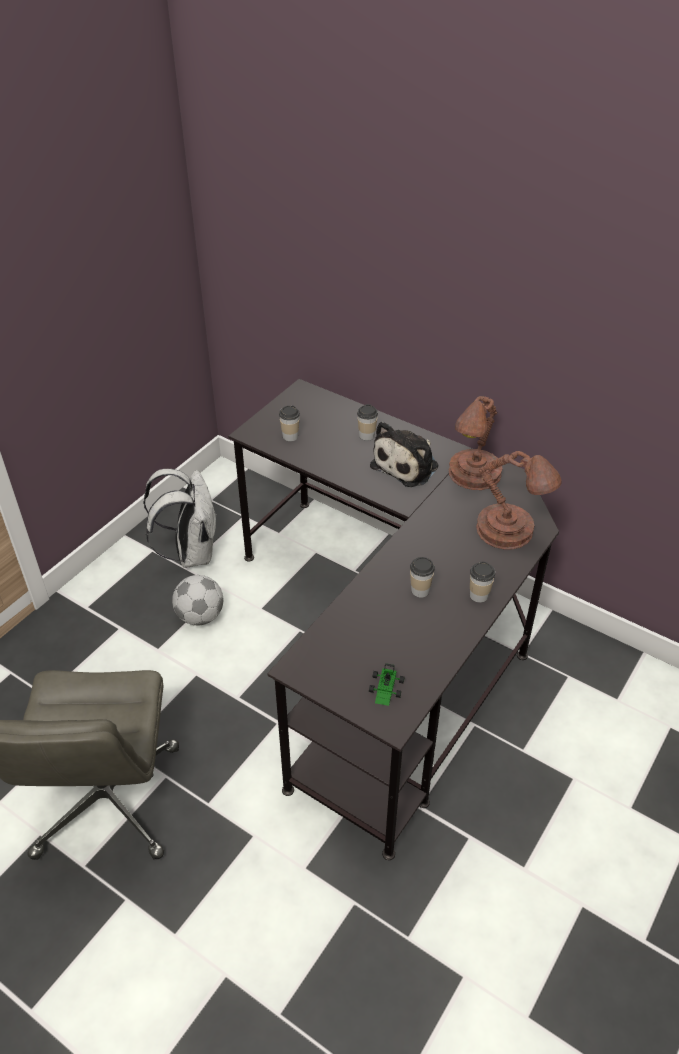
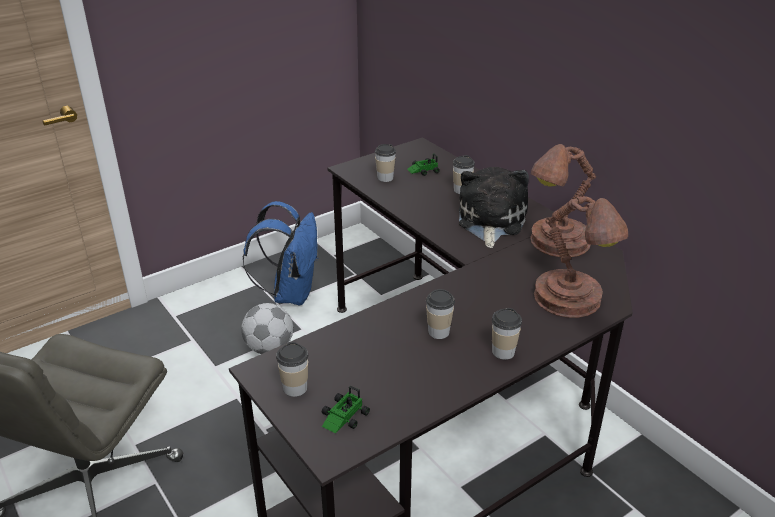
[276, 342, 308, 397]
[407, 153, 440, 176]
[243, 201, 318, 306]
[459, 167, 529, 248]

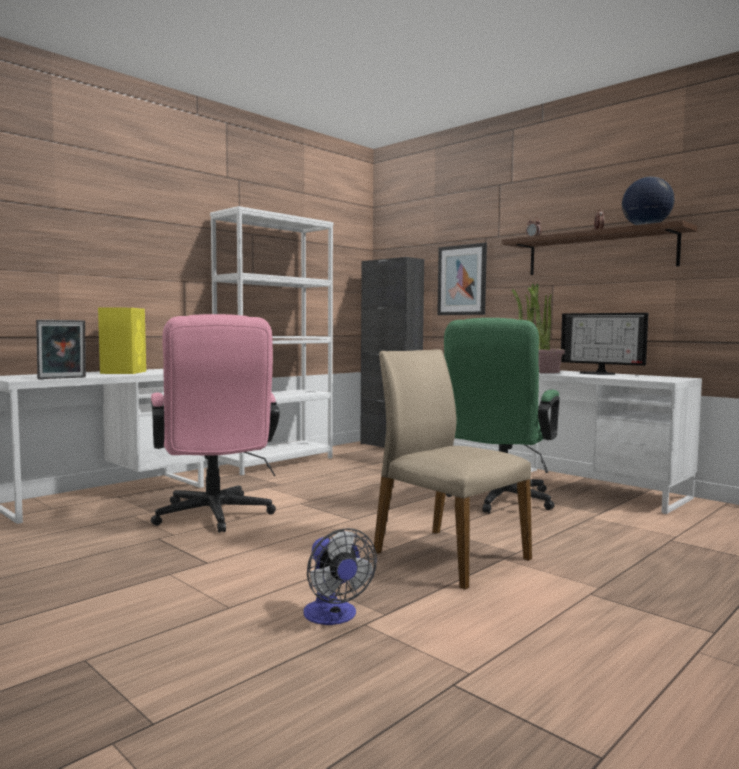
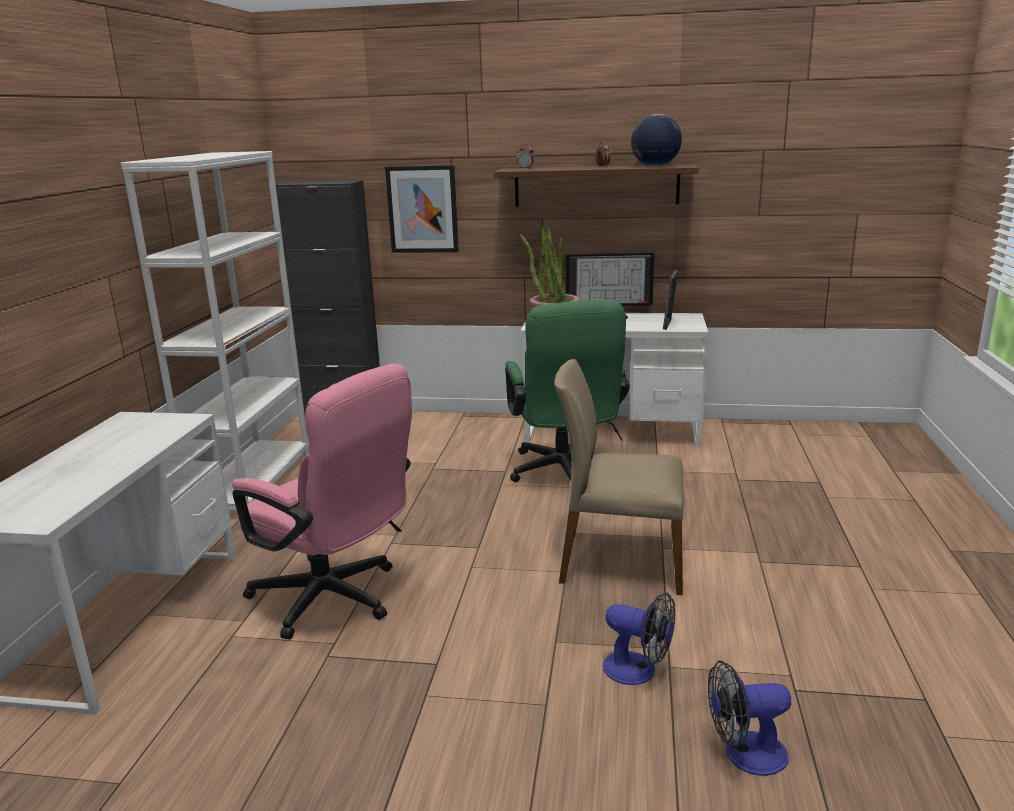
[98, 307, 146, 374] (first image)
[708, 660, 791, 776]
[663, 270, 678, 330]

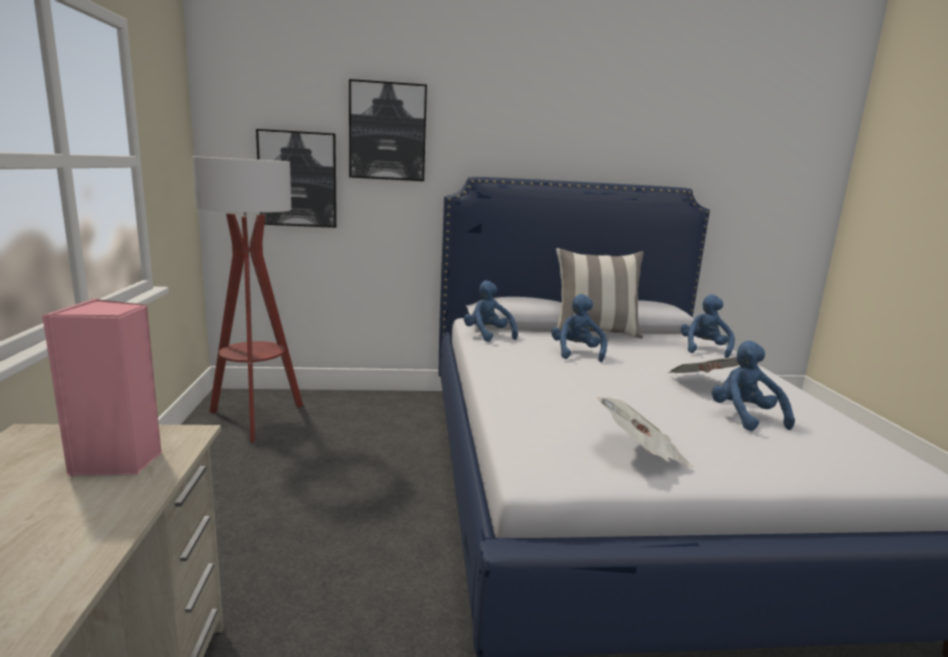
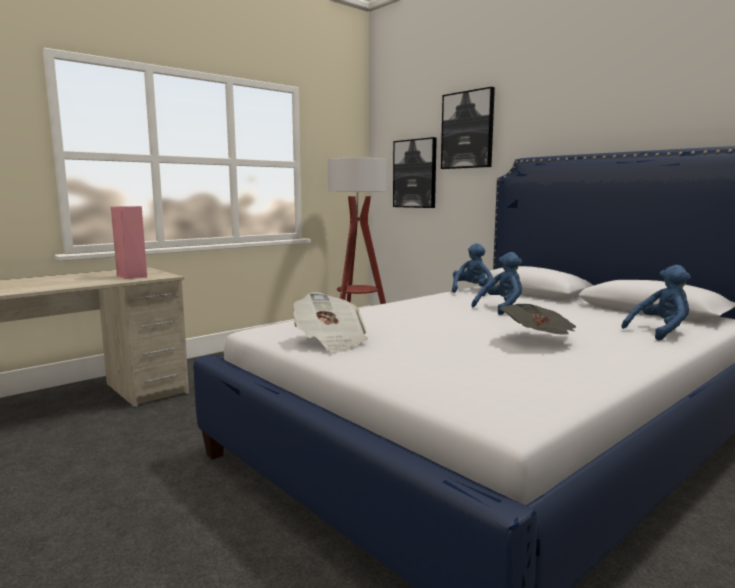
[556, 248, 644, 338] (first image)
[712, 341, 795, 431] (first image)

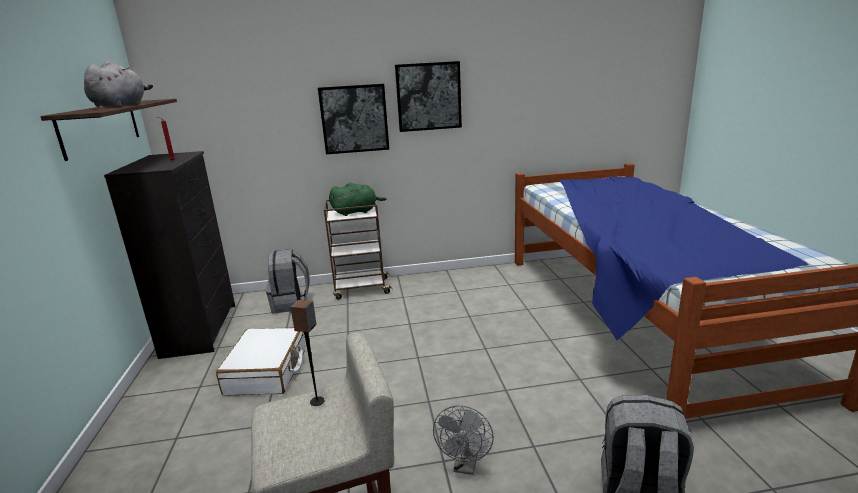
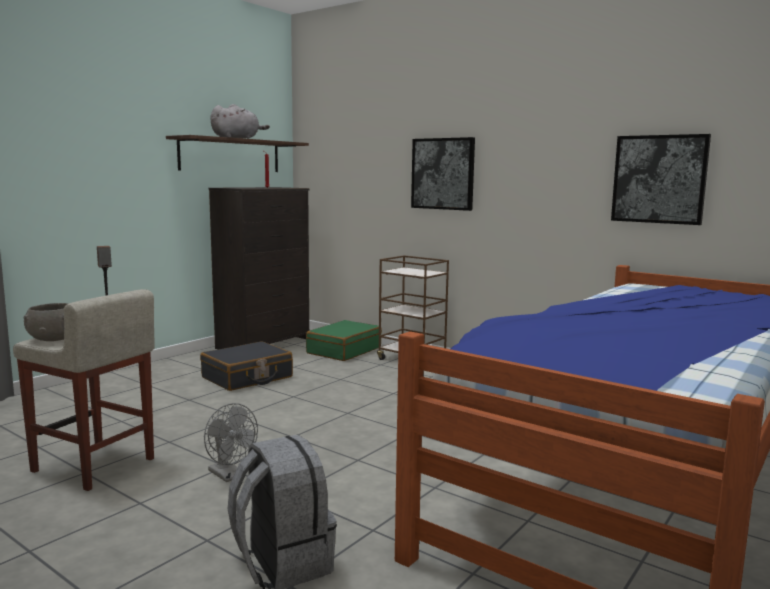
[329, 183, 387, 216] (first image)
[23, 303, 69, 341]
[611, 134, 711, 225]
[306, 320, 382, 361]
[200, 341, 293, 391]
[204, 403, 258, 482]

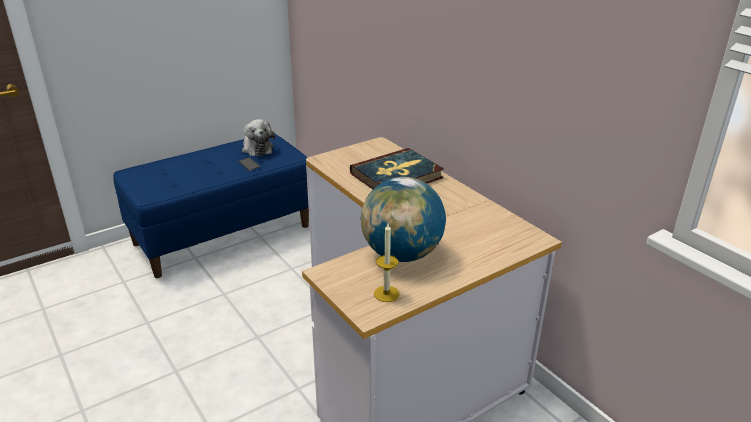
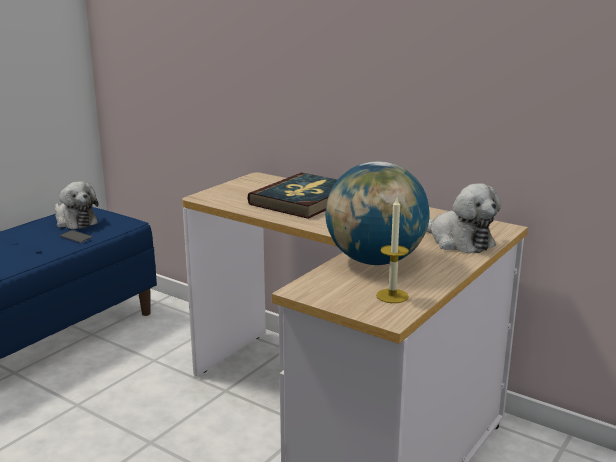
[426, 183, 501, 253]

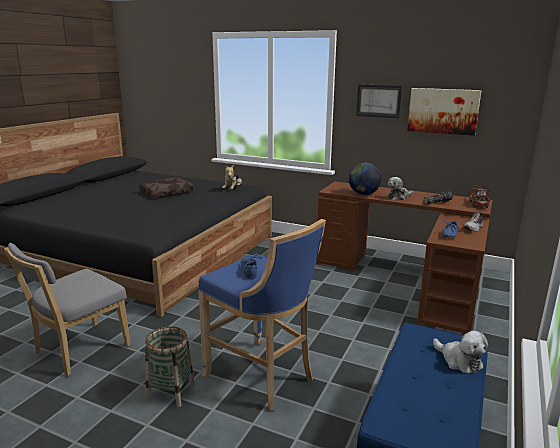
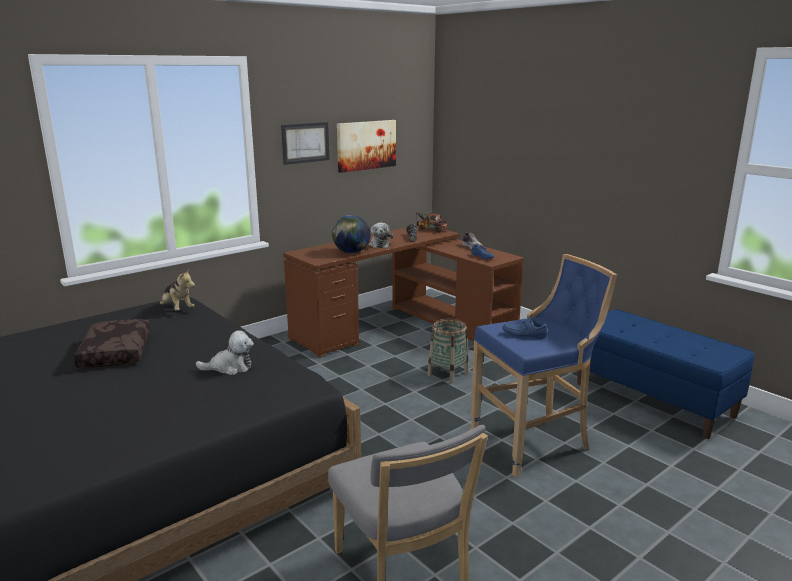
[428, 319, 469, 384]
[195, 330, 254, 375]

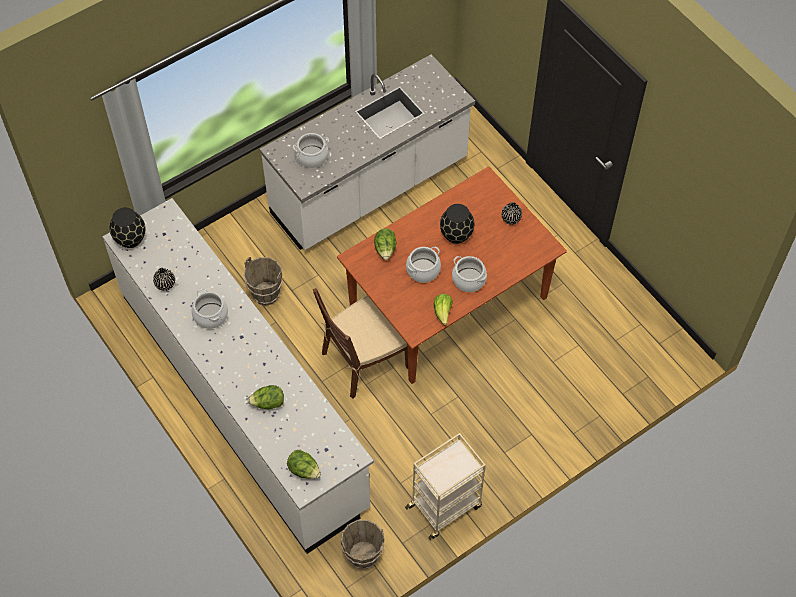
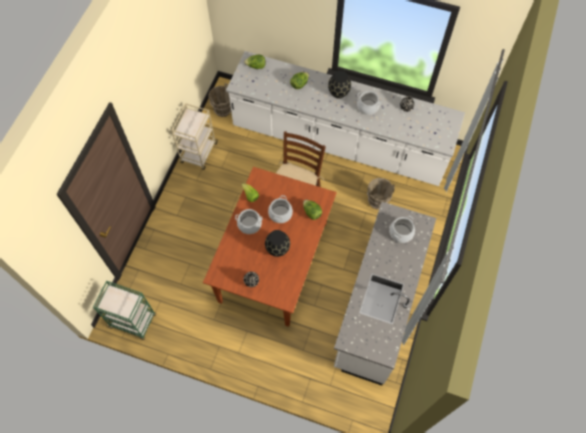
[93, 281, 156, 340]
[328, 71, 351, 99]

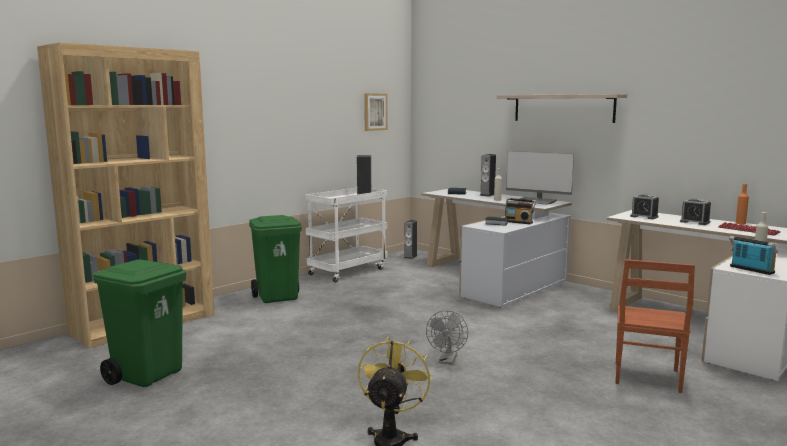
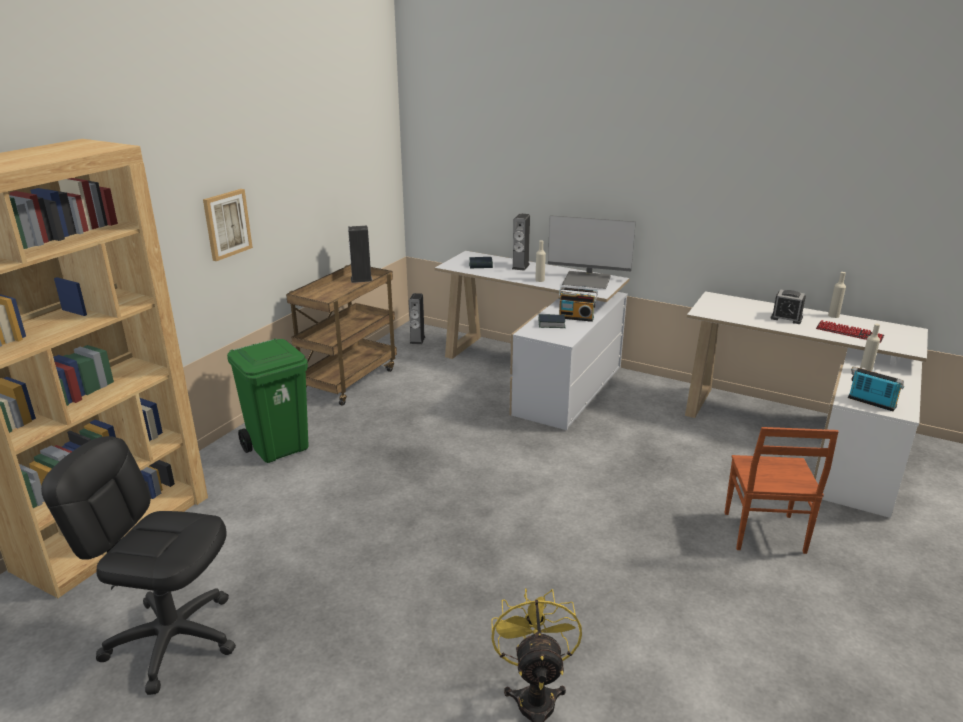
[426, 310, 468, 365] (first image)
[497, 94, 627, 123] (first image)
[630, 194, 659, 219] (first image)
[203, 189, 253, 261]
[41, 436, 236, 695]
[286, 264, 397, 406]
[828, 272, 846, 318]

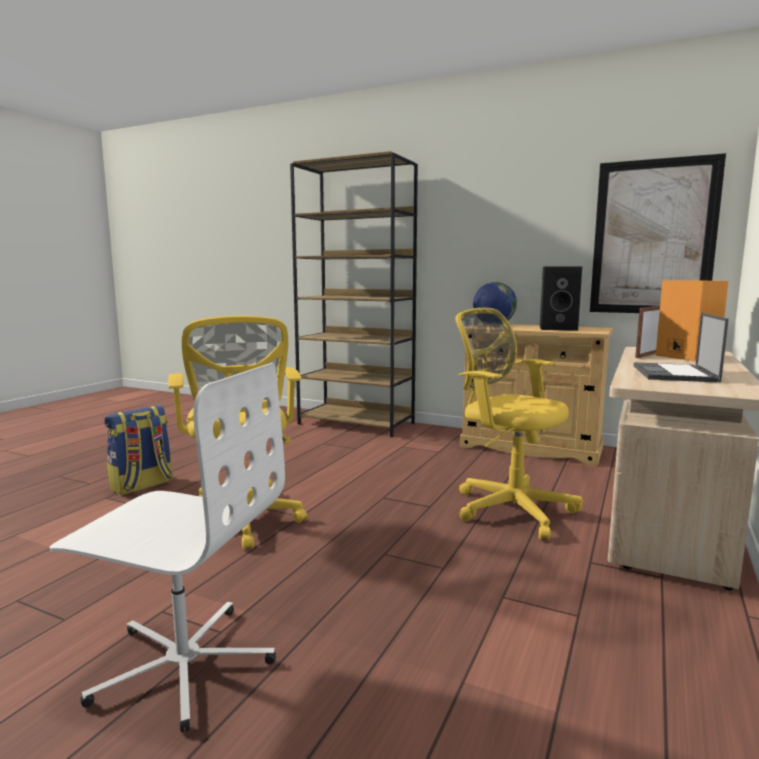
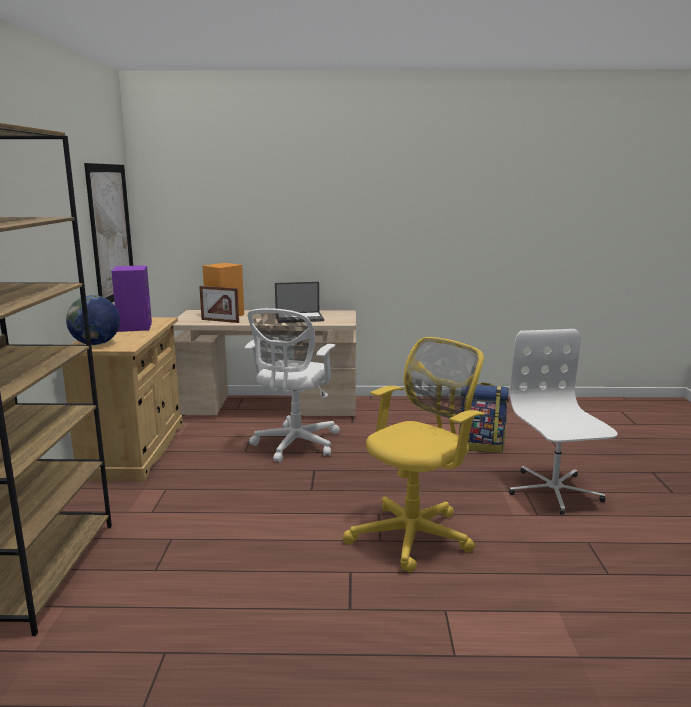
[459, 383, 509, 453]
[244, 308, 340, 463]
[111, 265, 152, 332]

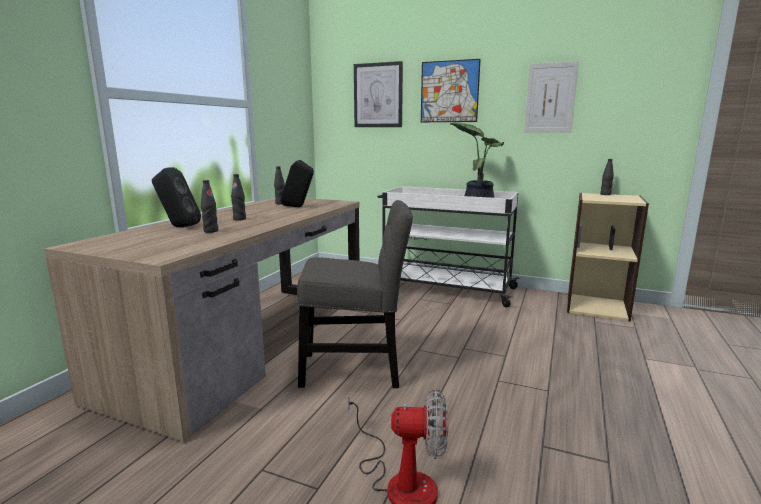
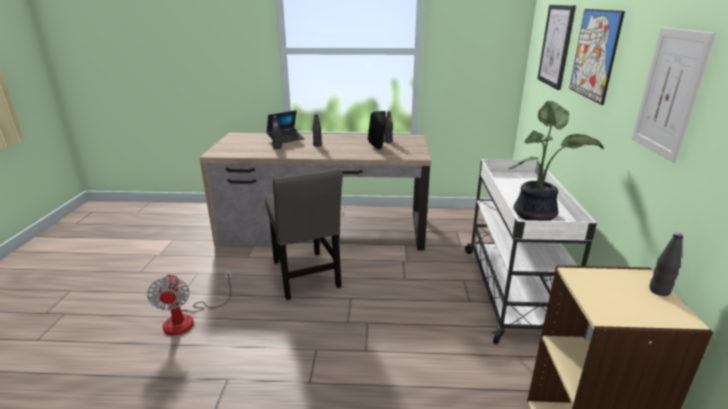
[267, 110, 304, 143]

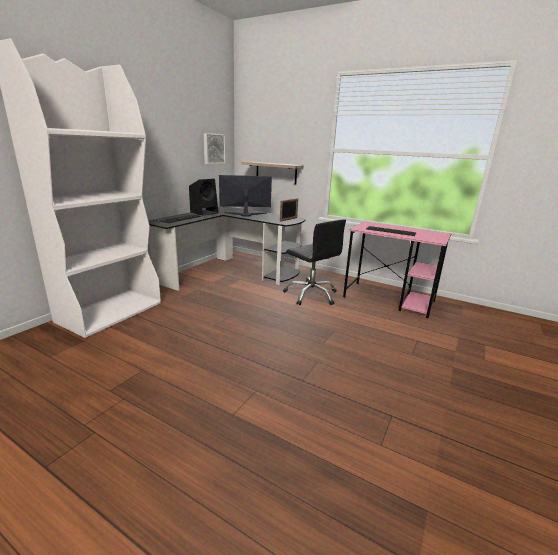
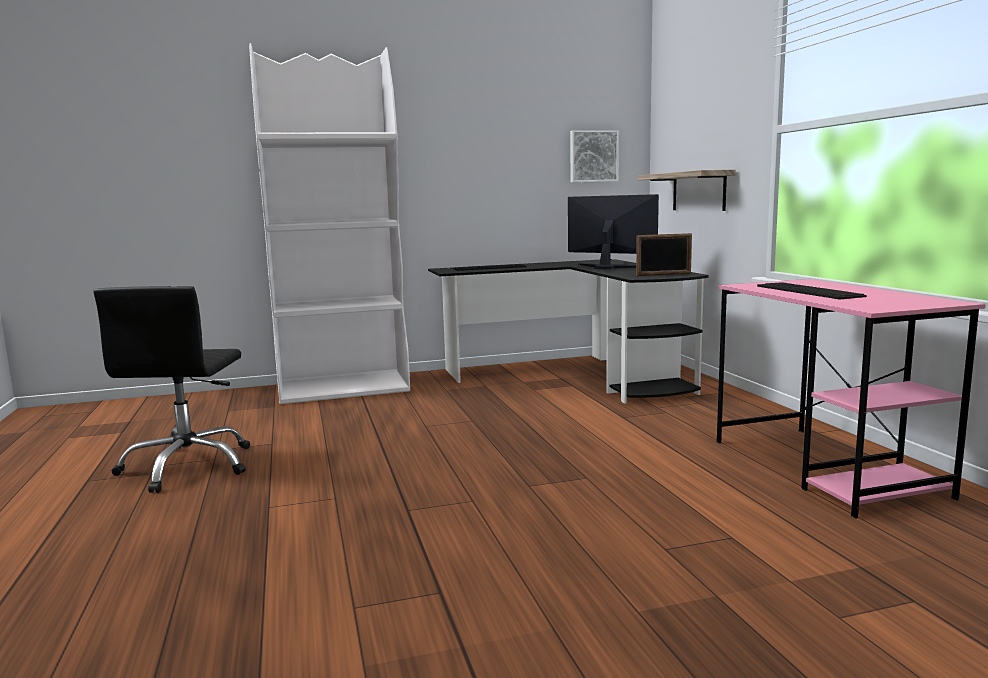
[189, 179, 218, 215] (first image)
[93, 286, 250, 493]

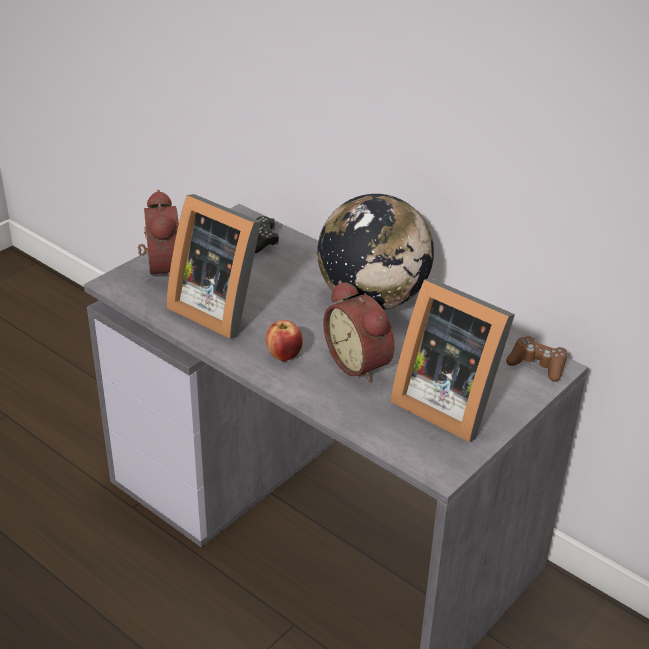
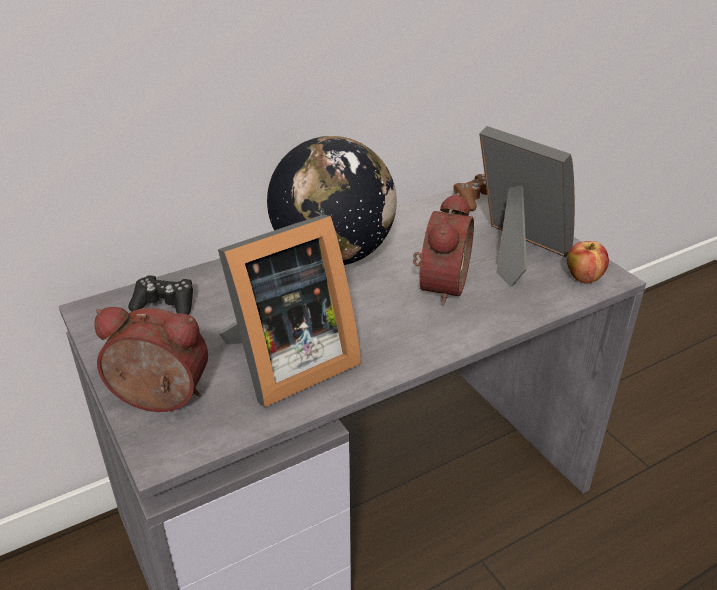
[567, 241, 609, 284]
[413, 193, 474, 306]
[479, 126, 575, 287]

